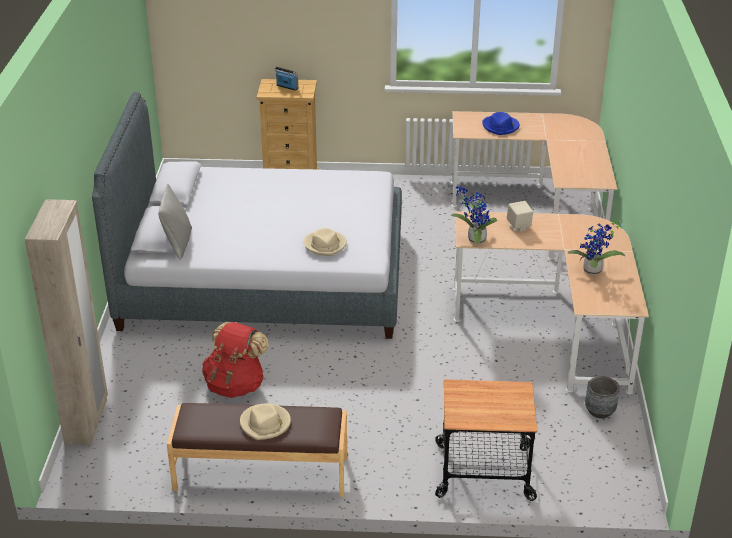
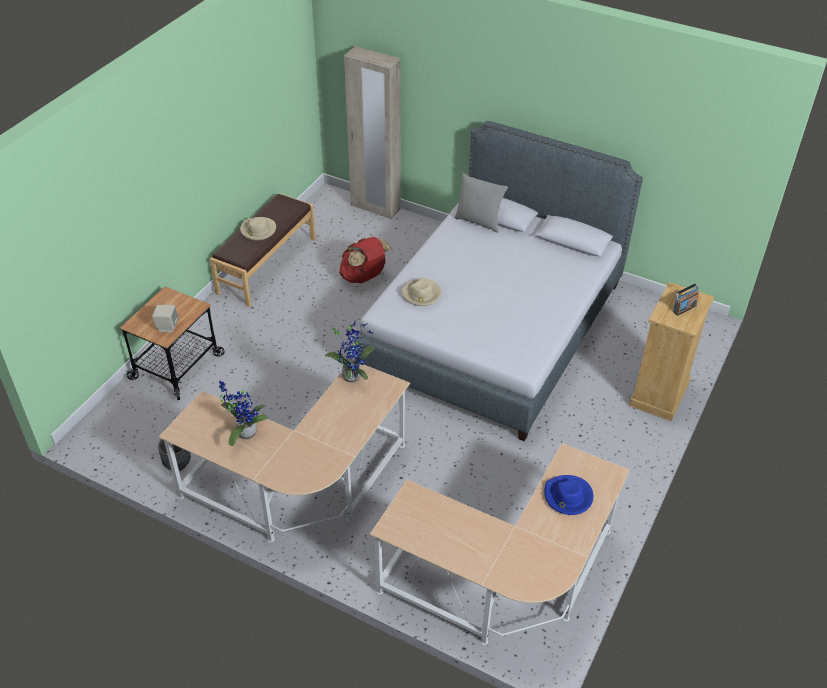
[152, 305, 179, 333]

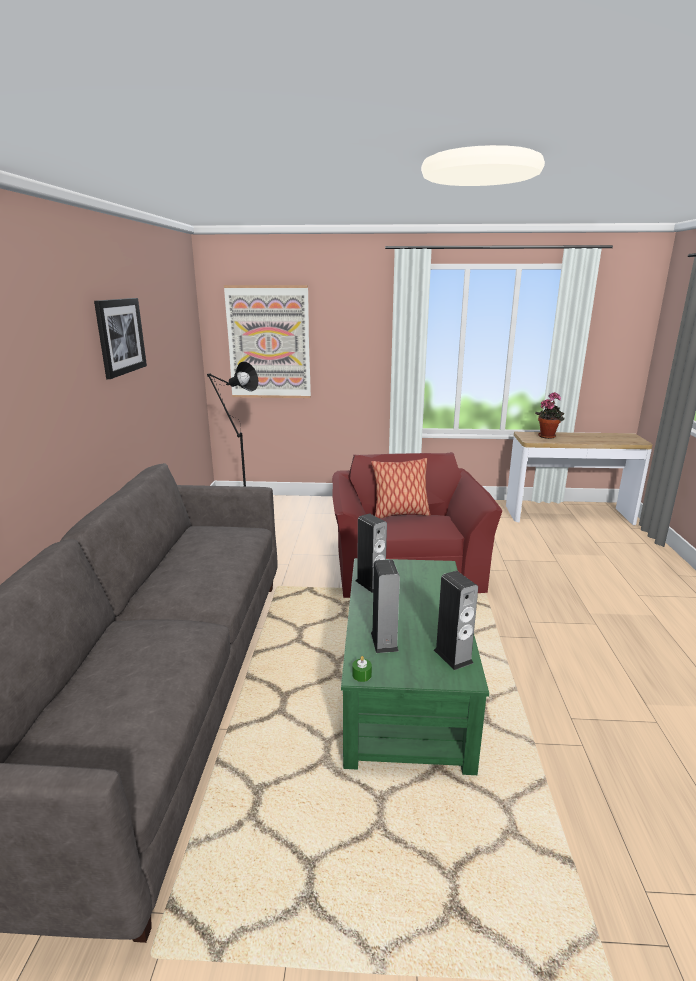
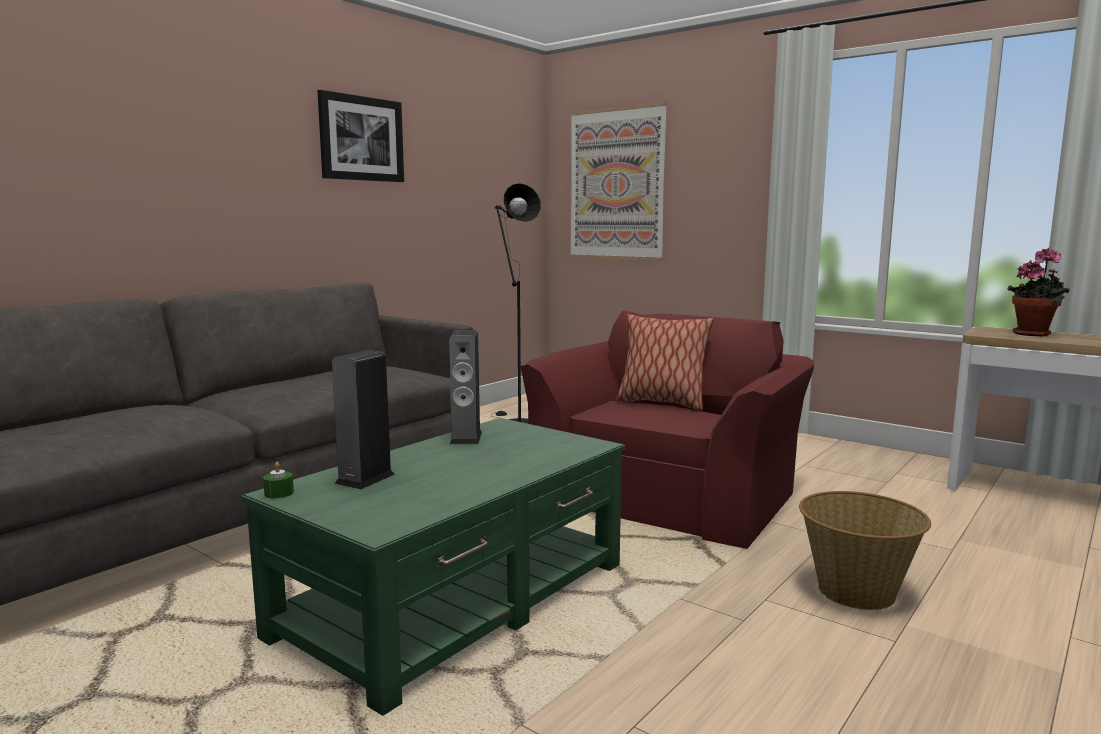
[434, 571, 478, 670] (first image)
[799, 491, 931, 610]

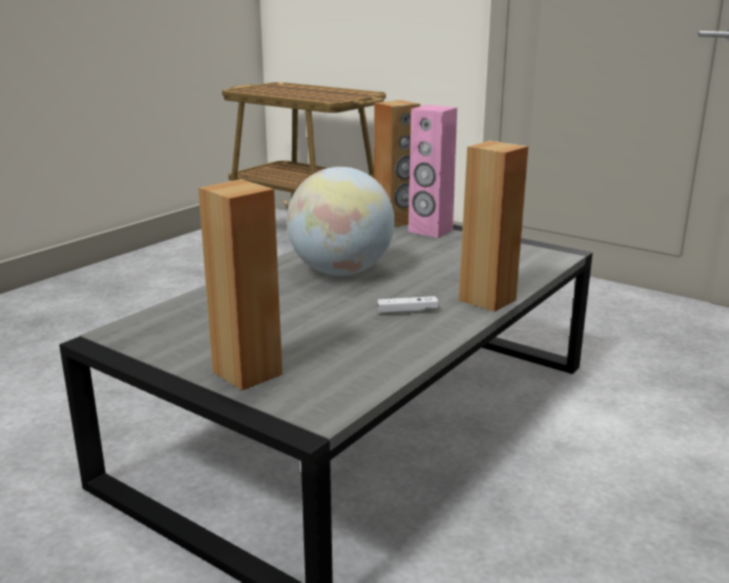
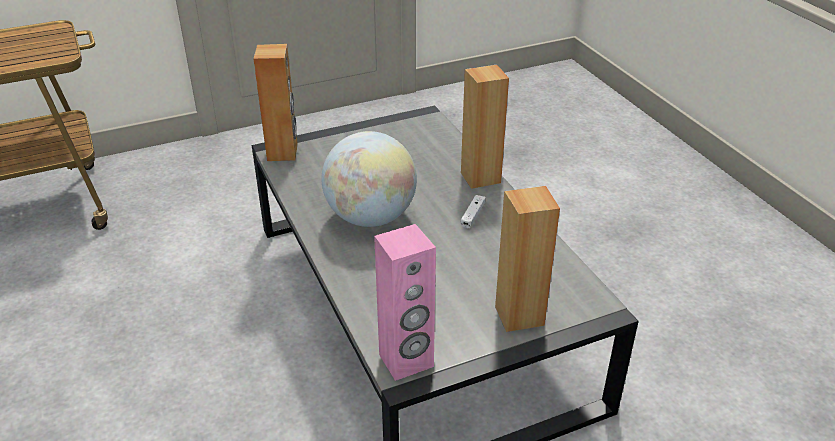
[374, 224, 436, 381]

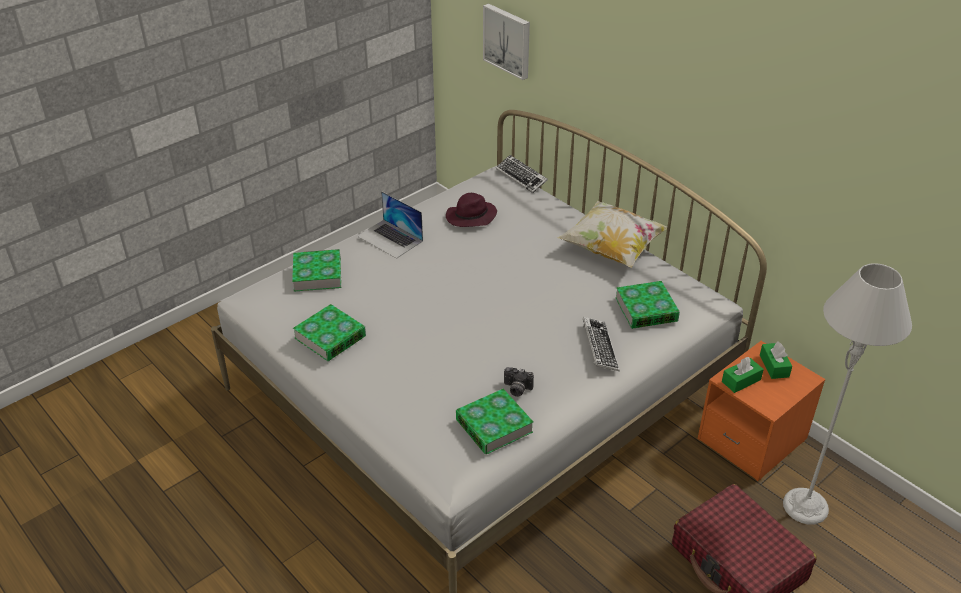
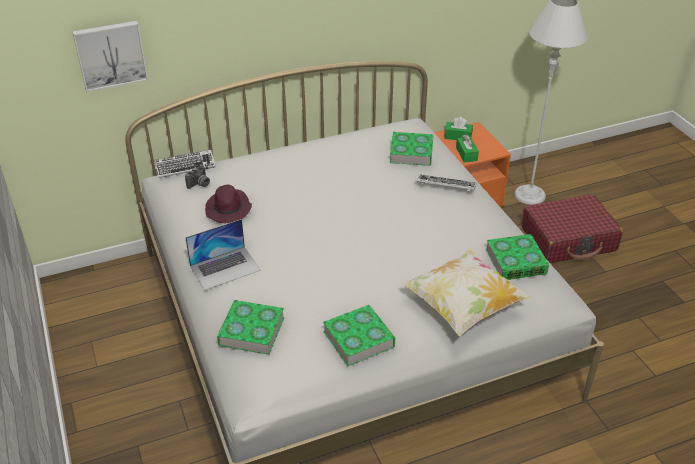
[185, 165, 210, 189]
[401, 248, 531, 337]

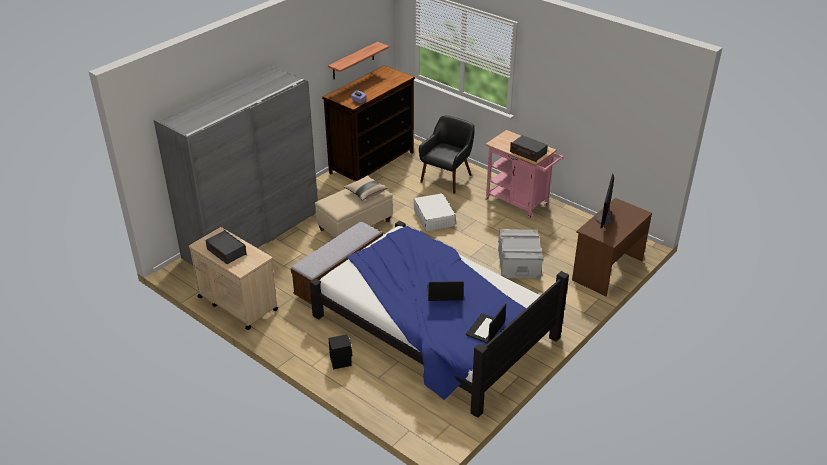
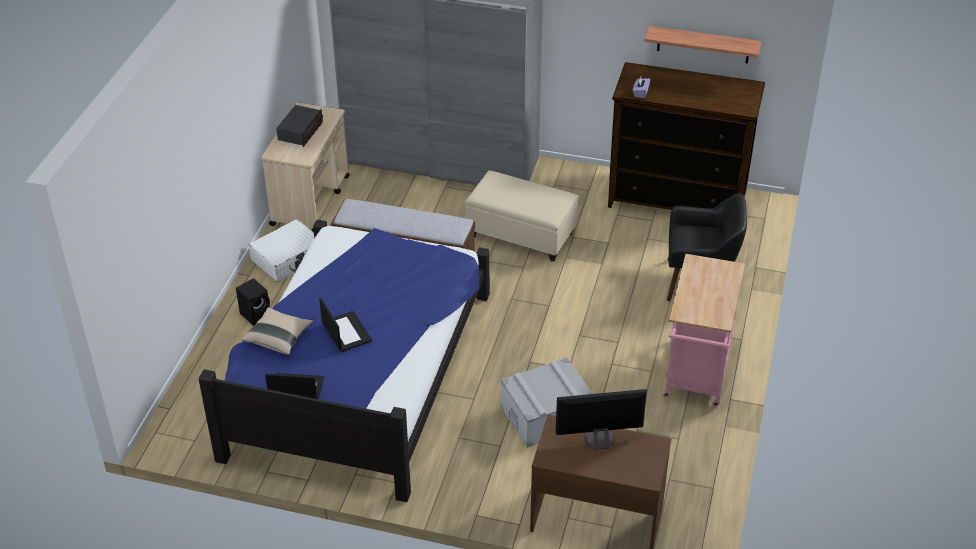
[510, 135, 548, 162] (first image)
[242, 307, 313, 355]
[248, 219, 314, 282]

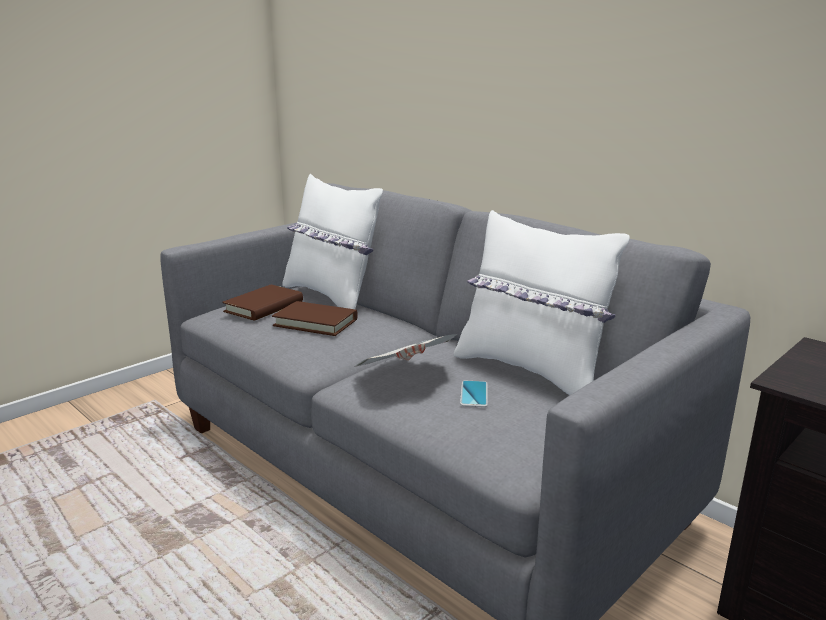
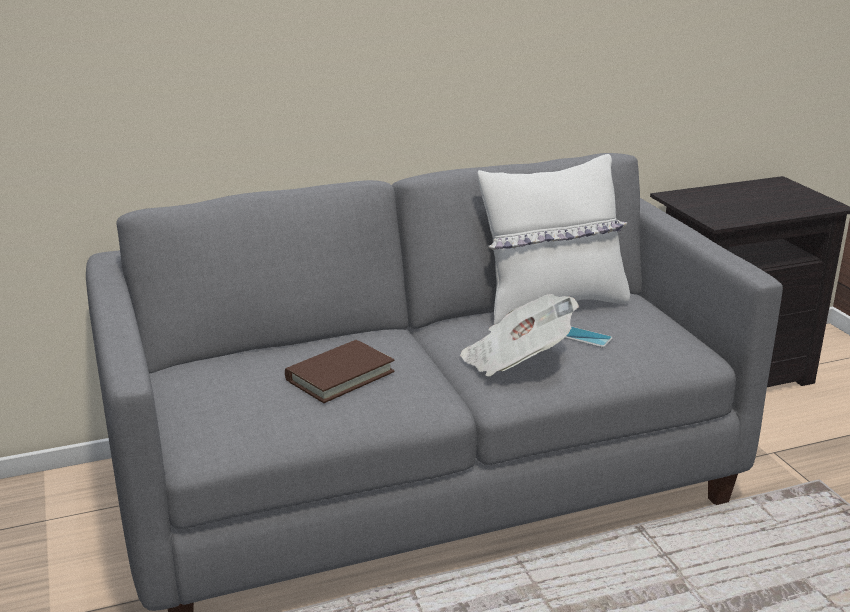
[222, 285, 303, 321] (first image)
[282, 174, 383, 309] (first image)

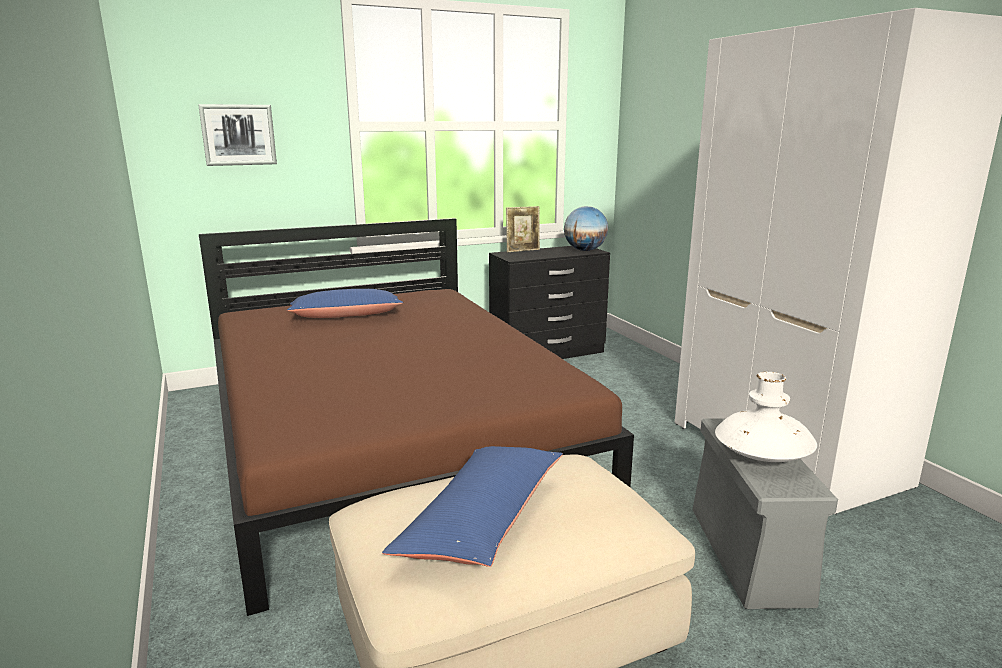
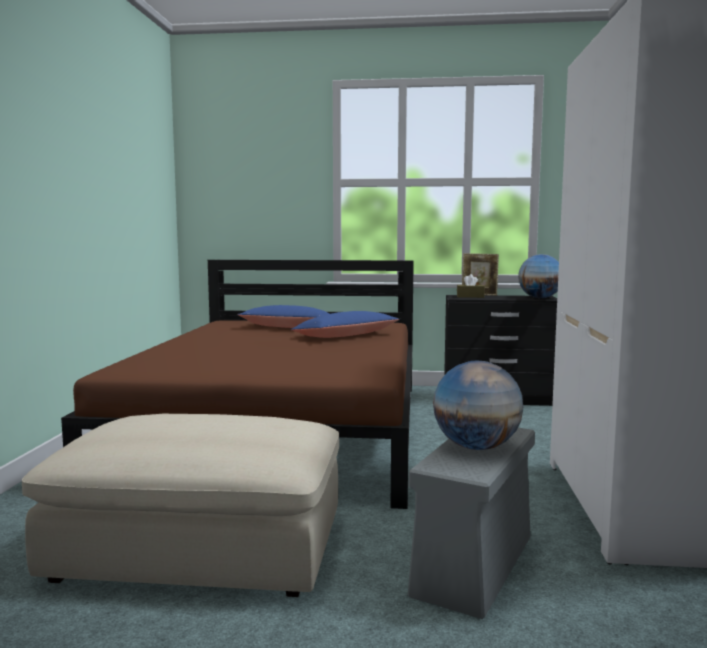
[198, 104, 277, 166] (first image)
[457, 274, 485, 298]
[291, 311, 399, 338]
[433, 361, 523, 450]

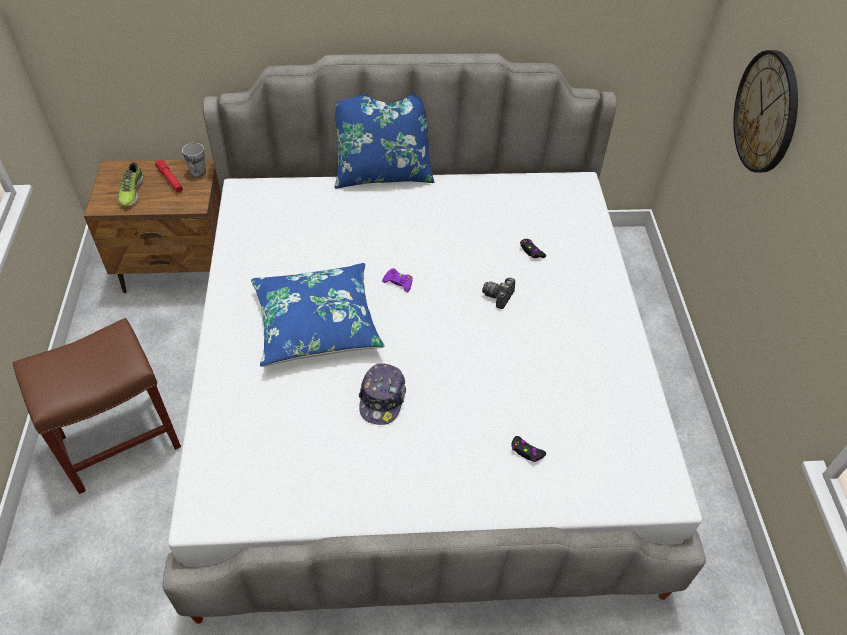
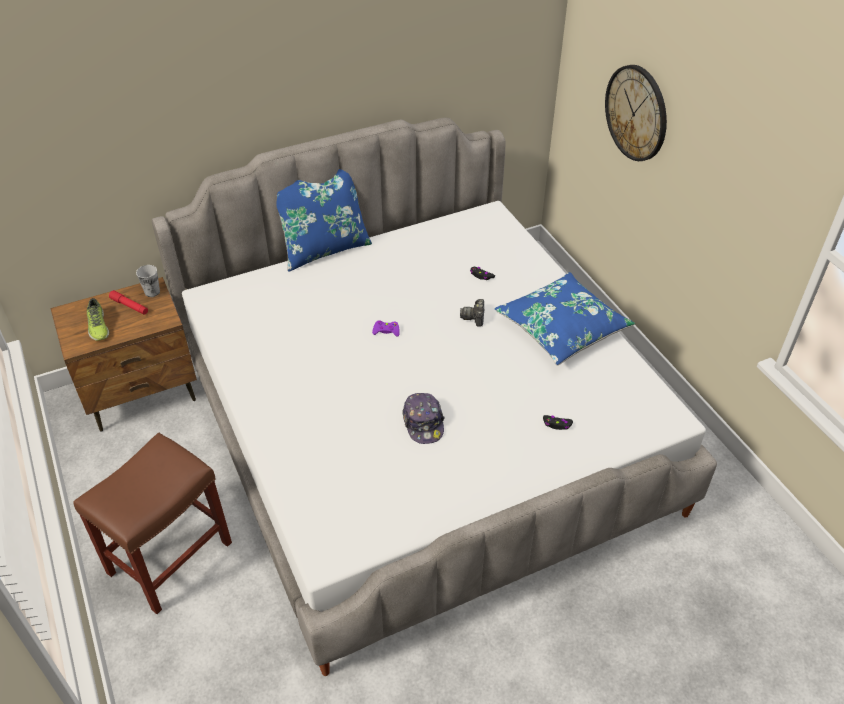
[494, 272, 635, 365]

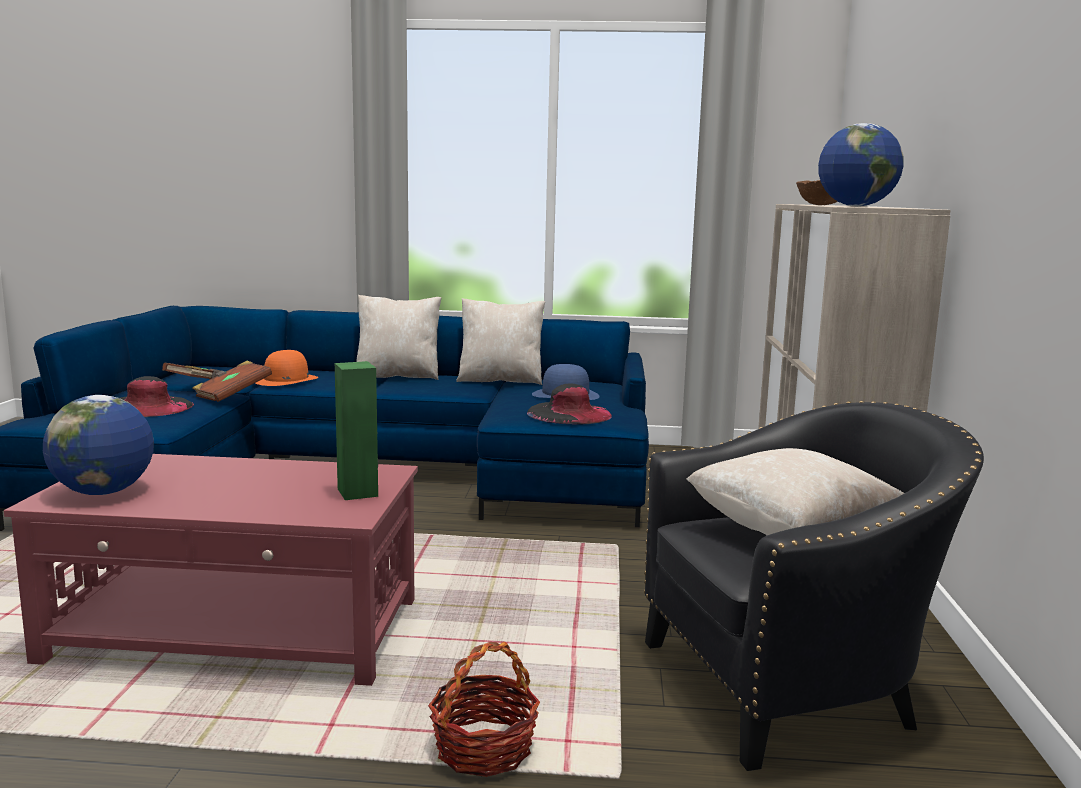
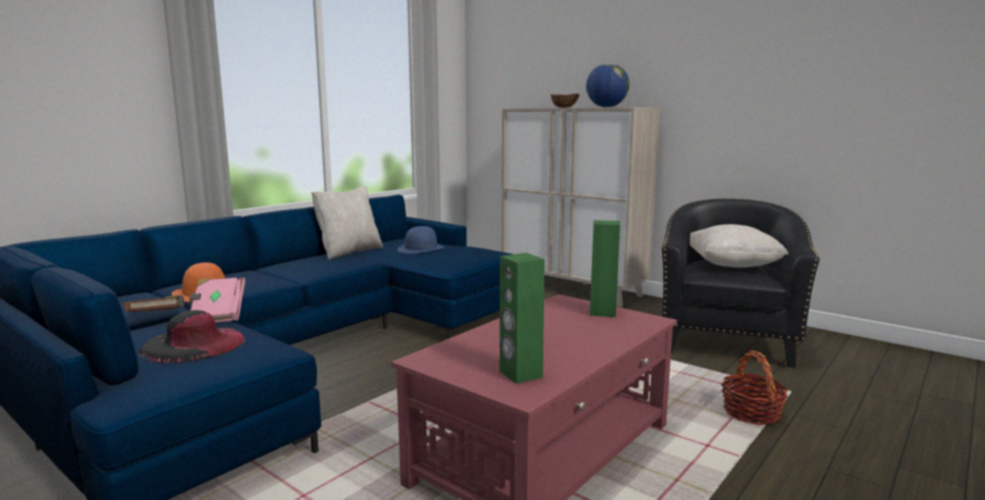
[357, 295, 441, 380] (first image)
[527, 384, 612, 424] (first image)
[500, 253, 545, 384]
[189, 277, 245, 323]

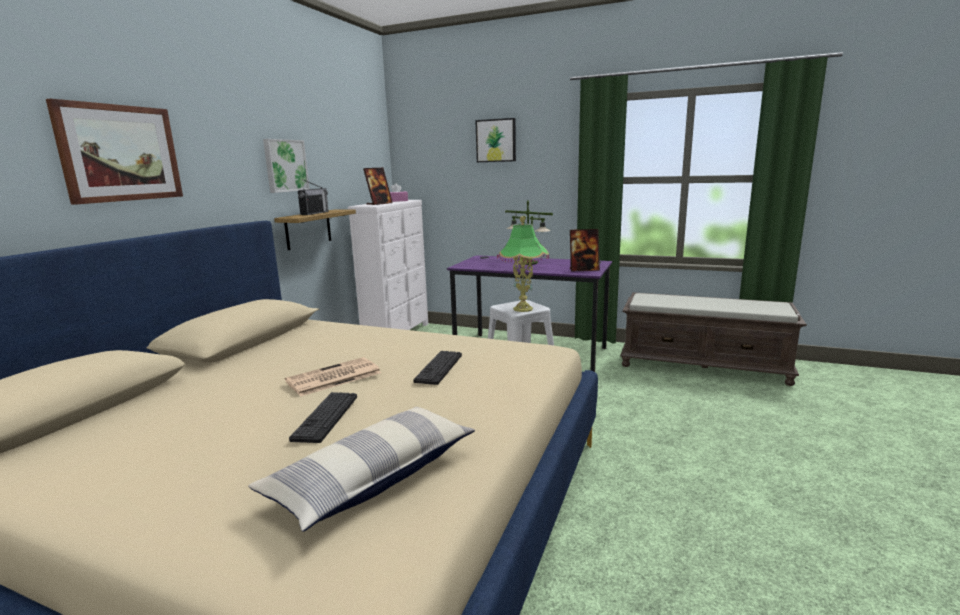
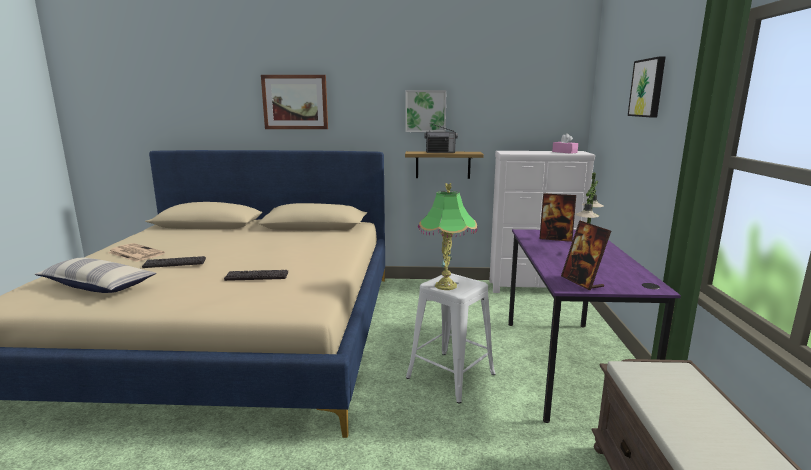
[108, 243, 165, 262]
[540, 193, 576, 242]

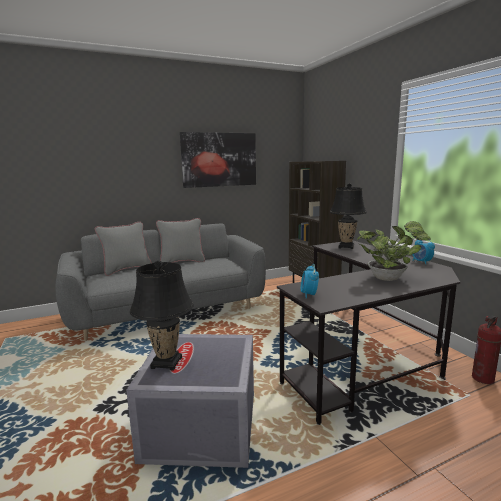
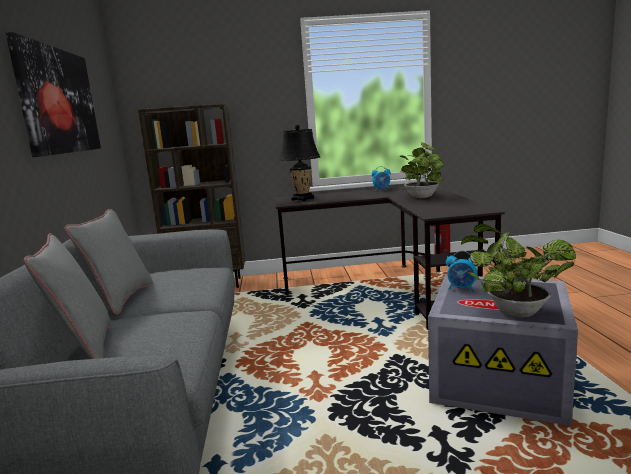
[446, 251, 479, 291]
[461, 224, 576, 317]

